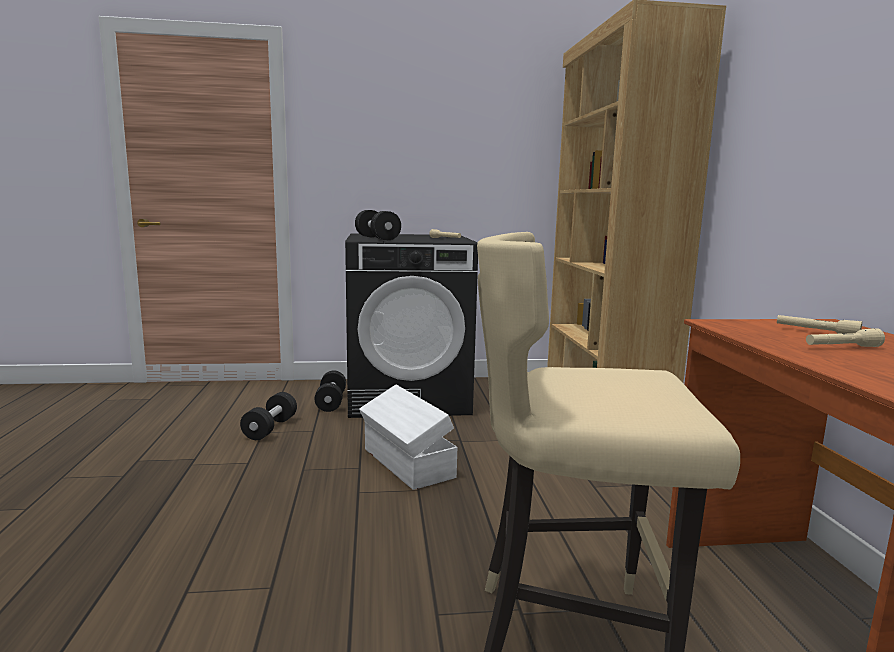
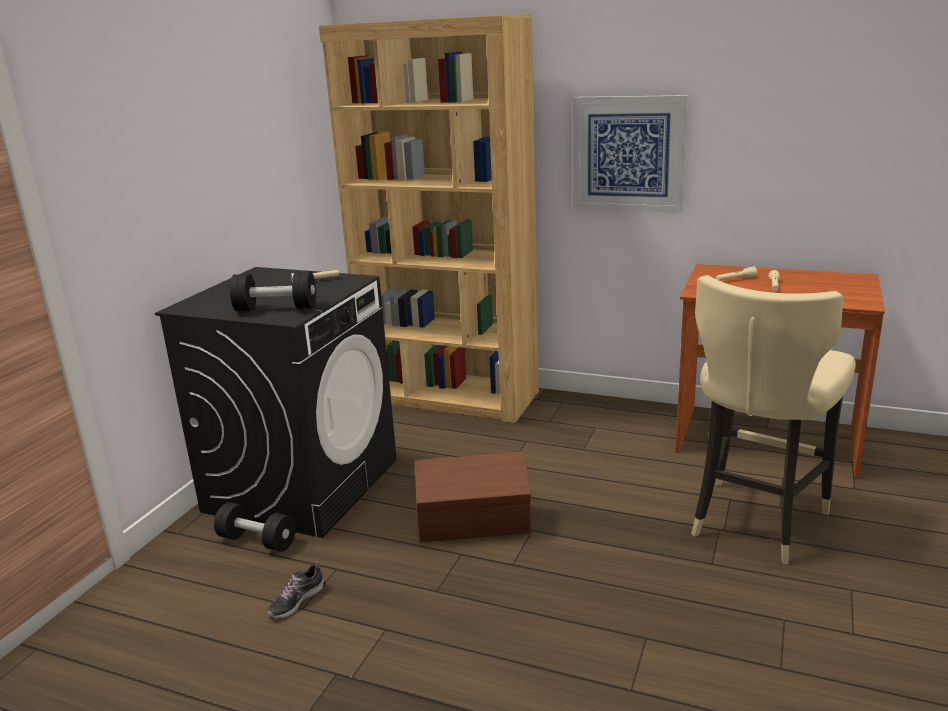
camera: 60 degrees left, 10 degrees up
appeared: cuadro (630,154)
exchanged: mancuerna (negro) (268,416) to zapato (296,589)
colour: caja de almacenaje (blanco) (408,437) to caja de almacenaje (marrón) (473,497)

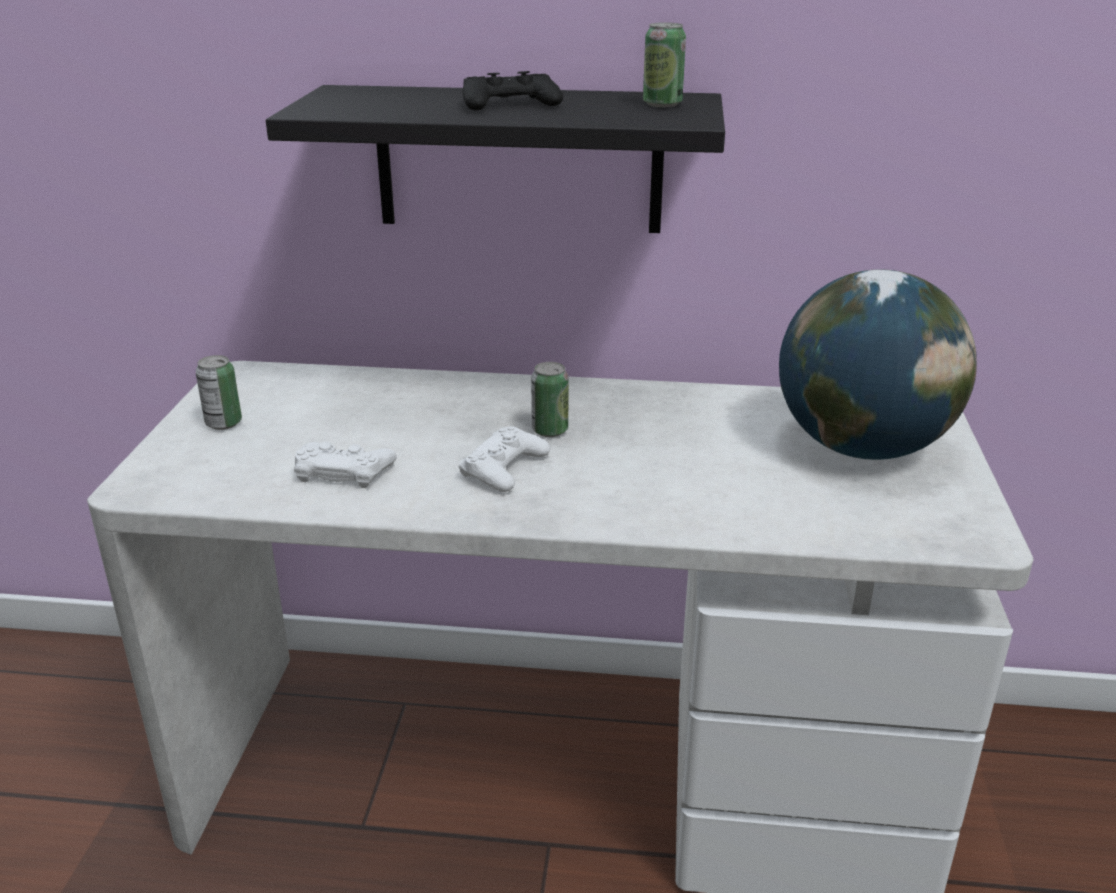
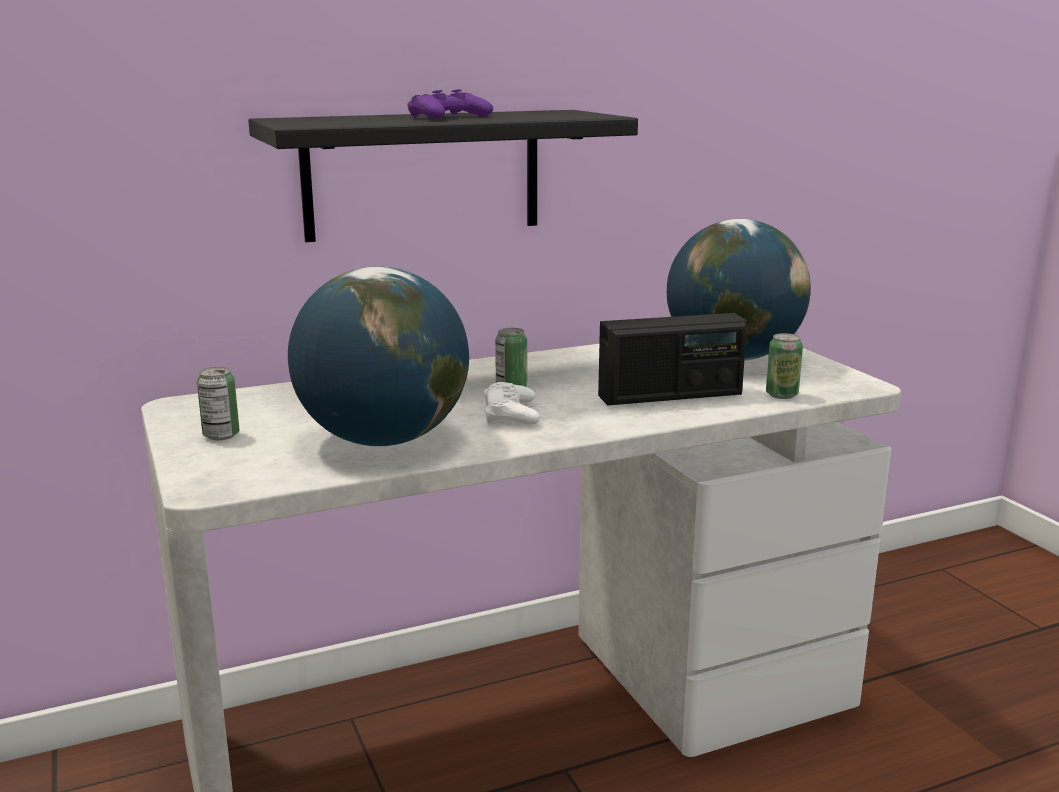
camera: 30 degrees left, 10 degrees down
appeared: radio (672,359)
relocated: lata (664,64) to (784,366)
exchanged: mando de consola (blanco) (345,465) to globo terráqueo (378,356)
colour: mando de consola (negro) (512,90) to mando de consola (morado) (450,104)

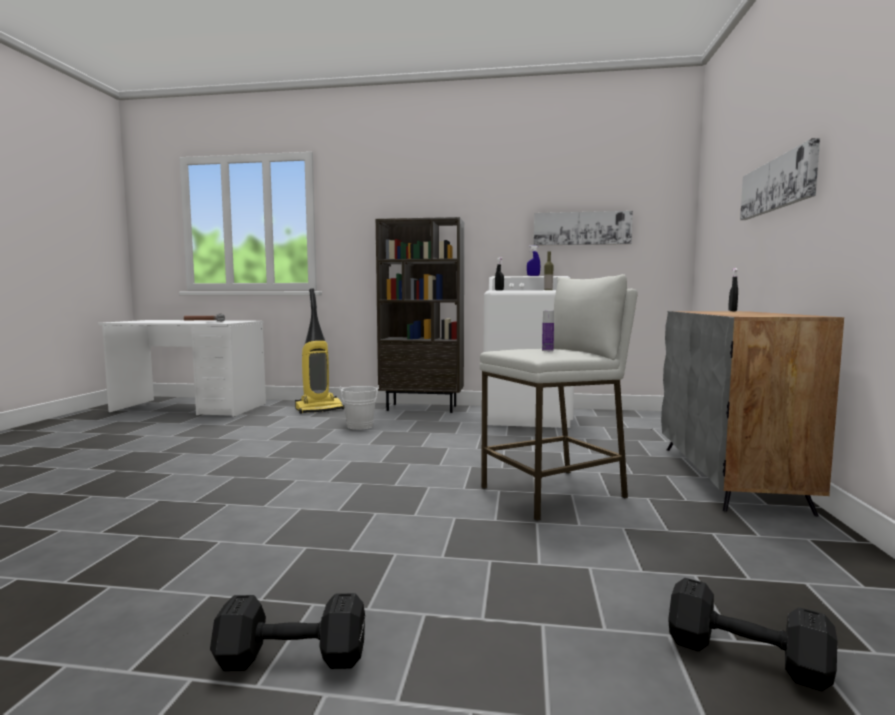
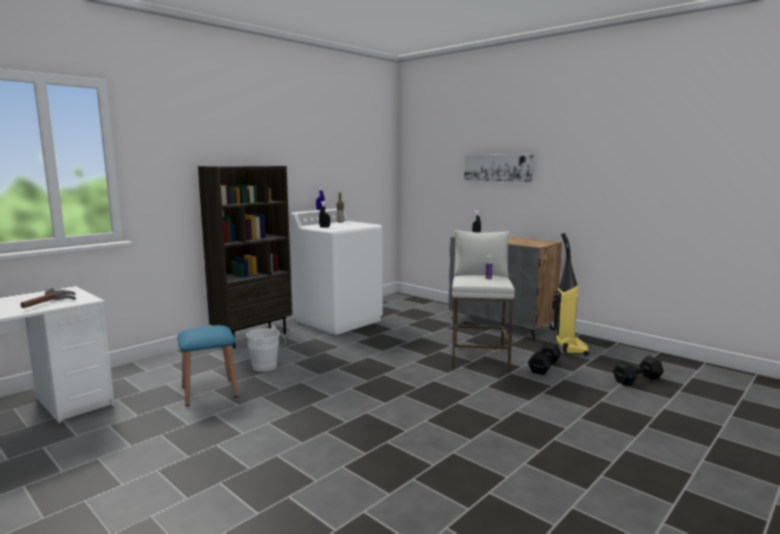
camera: 55 degrees left, 5 degrees up
missing: cuadro (583,228)
appeared: taburete (azul) (208,365)
relocated: mancuerna (negro) (287,632) to (545,358); aspiradora (319,351) to (571,294)

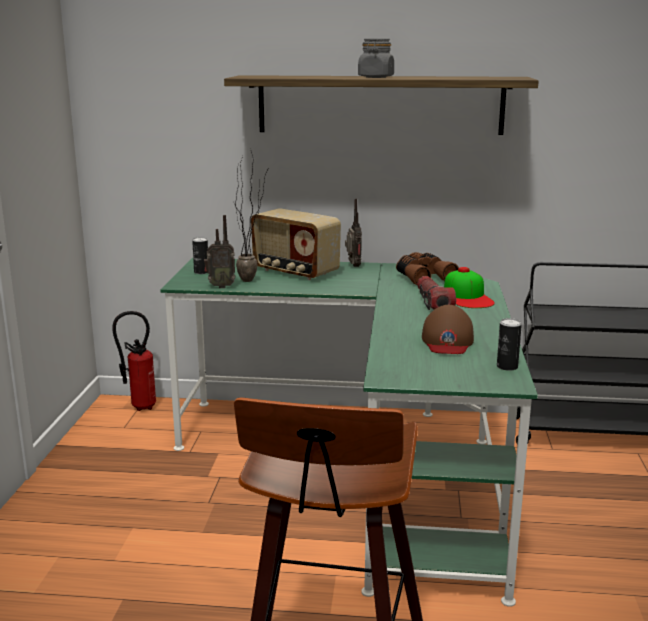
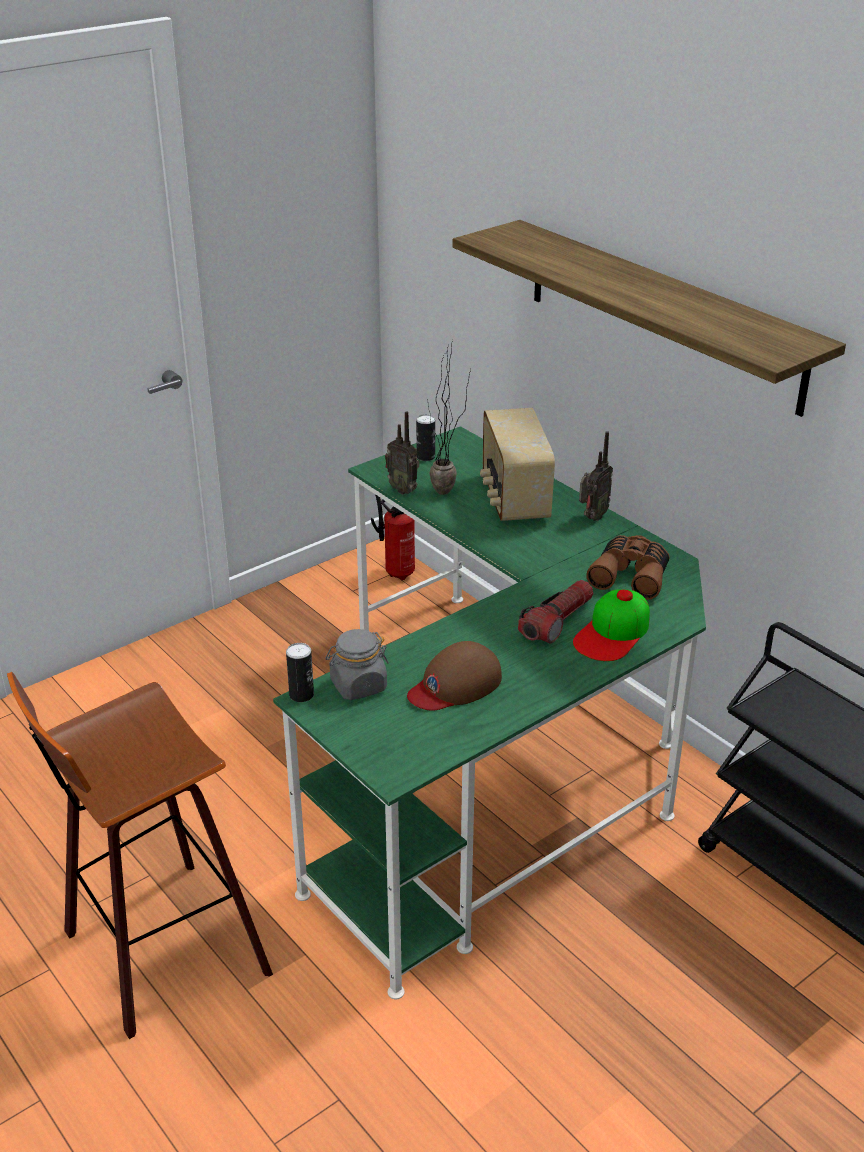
camera: 45 degrees right, 15 degrees up
relocated: tarro (gris) (376,58) to (357,664); lata (509,344) to (300,672)

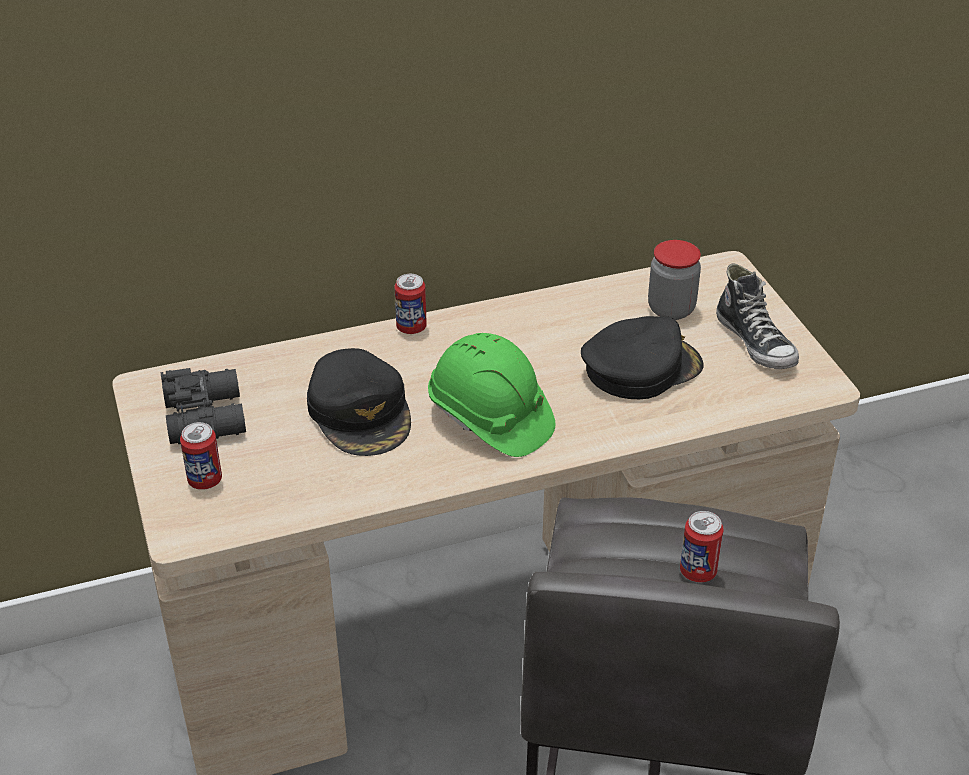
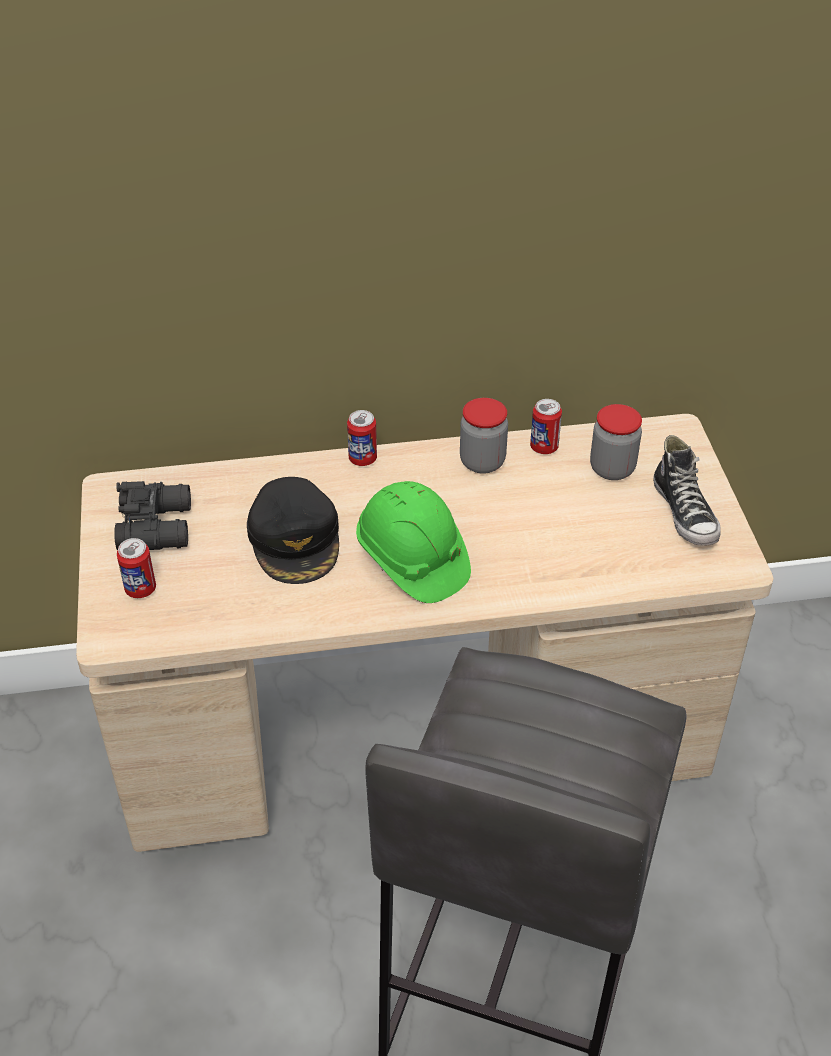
camera: 10 degrees right, 5 degrees up
missing: gorra (negro) (642,357)
appeared: tarro (484,436)
relocated: lata (702,546) to (546,426)

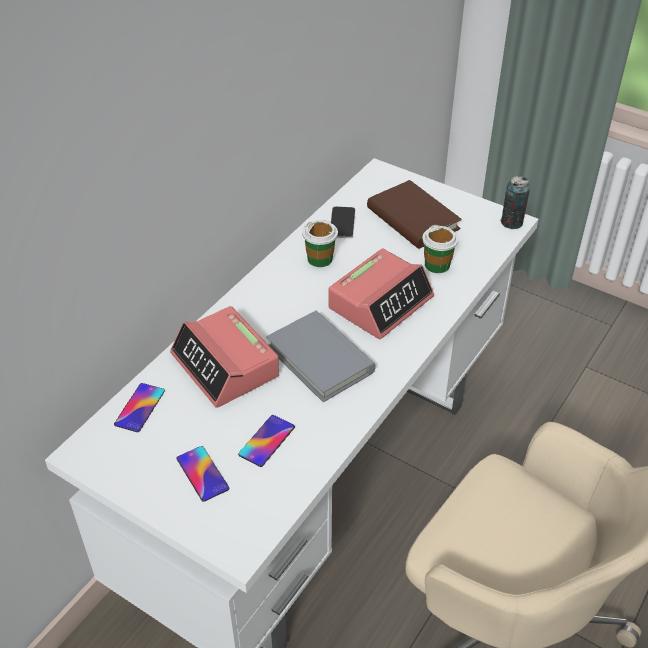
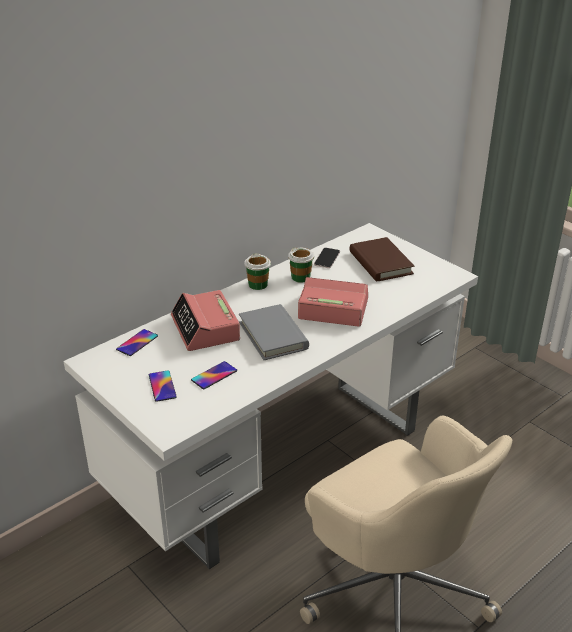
camera: 15 degrees right, 10 degrees down
missing: lata (515,202)
relocated: taza (440,249) to (257,271)
spun: despertador (381,294) = (333,302) 135 degrees counterclockwise

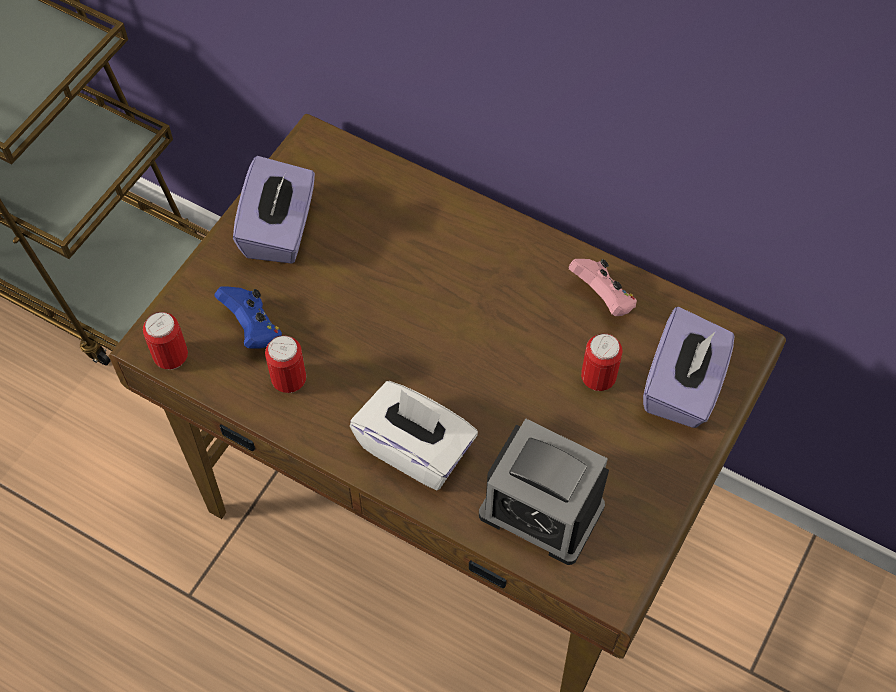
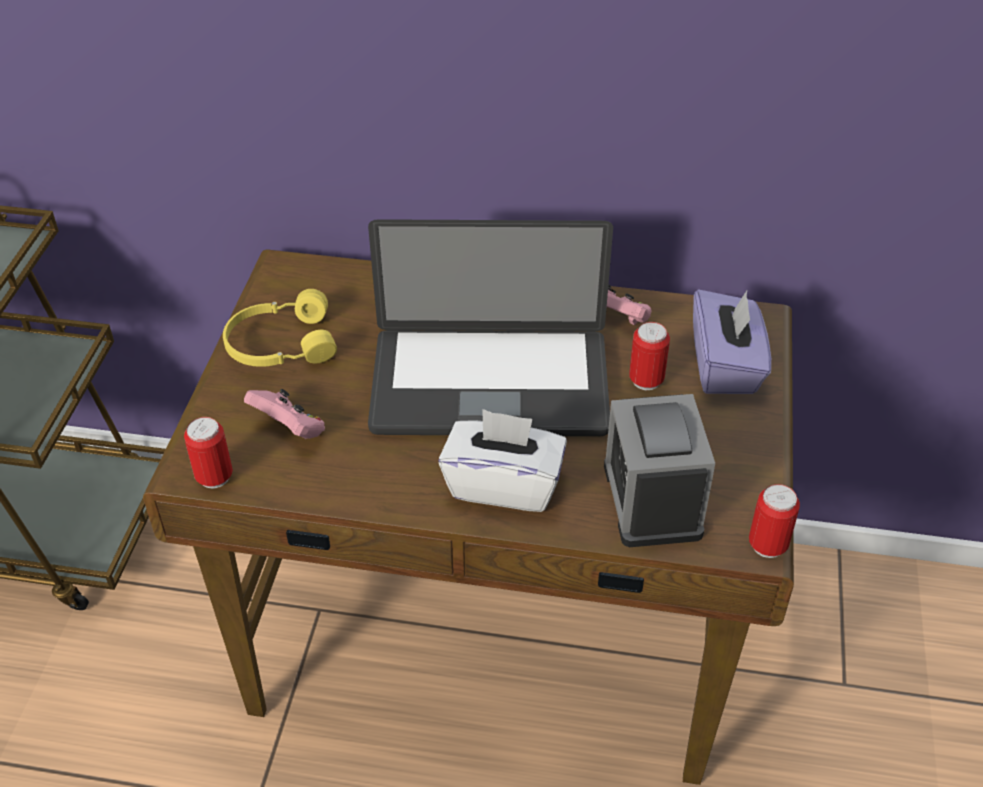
camera: 20 degrees left, 15 degrees down
appeared: portátil (490,327)
relocated: lata (285,364) to (774,521)
exchanged: caja de pañuelos (morado) (274,210) to auriculares (amarillo) (280,328)
colour: mando de consola (azul) (248,317) to mando de consola (rosa) (284,414)
spun: despertador (544,491) = (659,470) 75 degrees clockwise

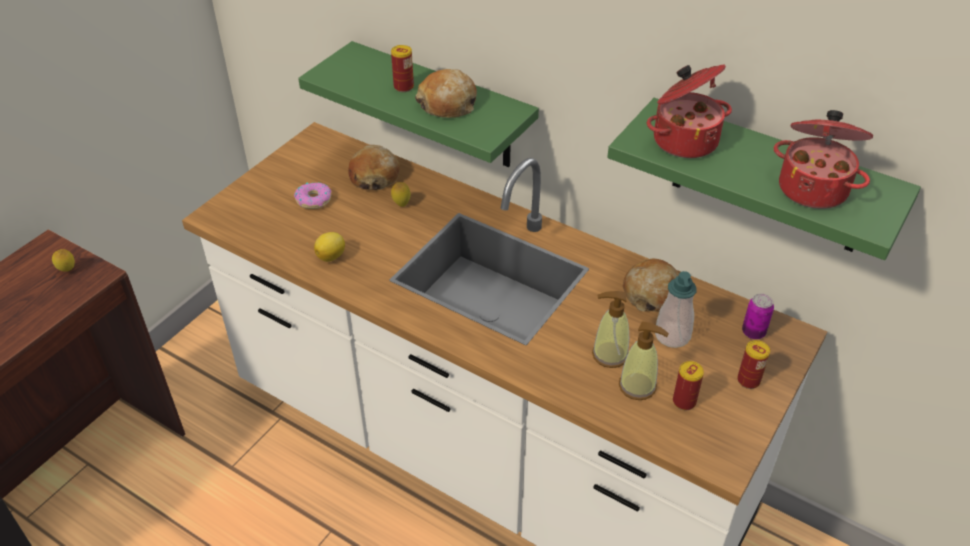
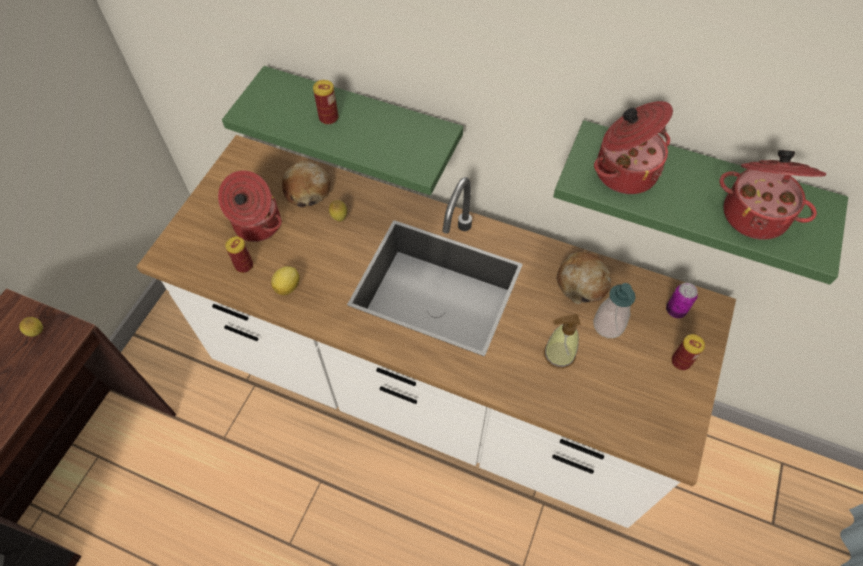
camera: 10 degrees left, 15 degrees up
missing: pan (446,93); dispensador de jabón (644,361)
relocated: lata (688,385) to (239,255)
exchanged: rosquilla (312,196) to olla (250,206)

